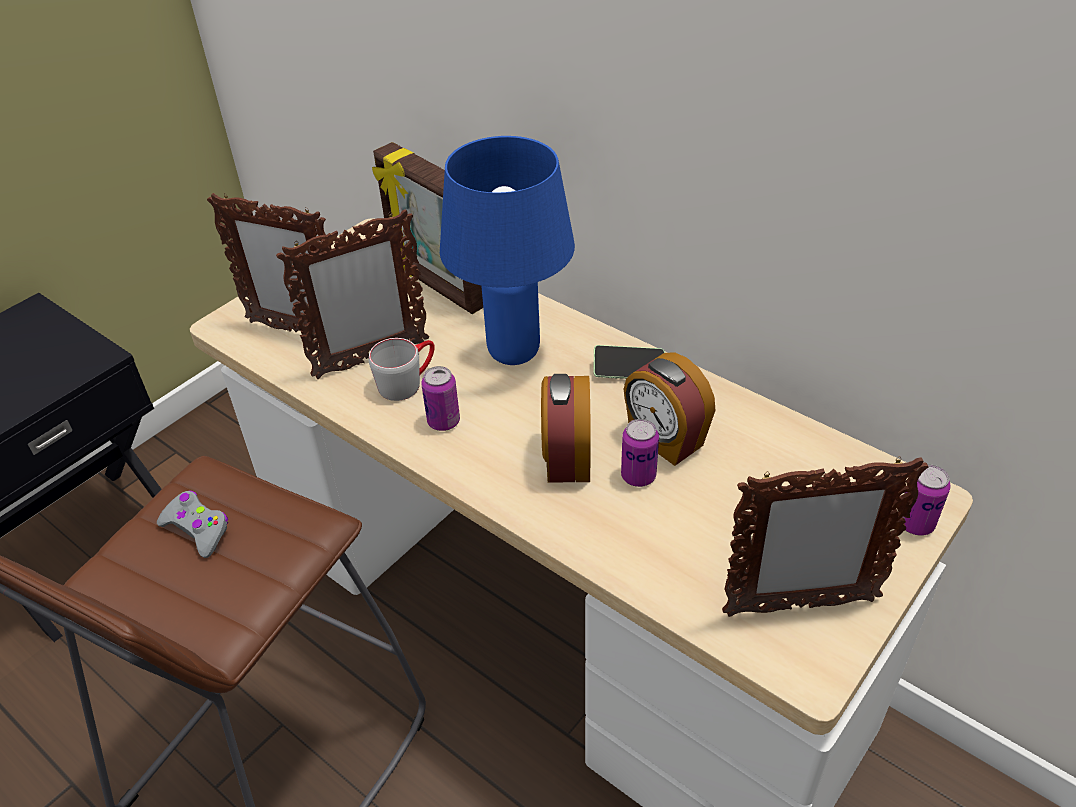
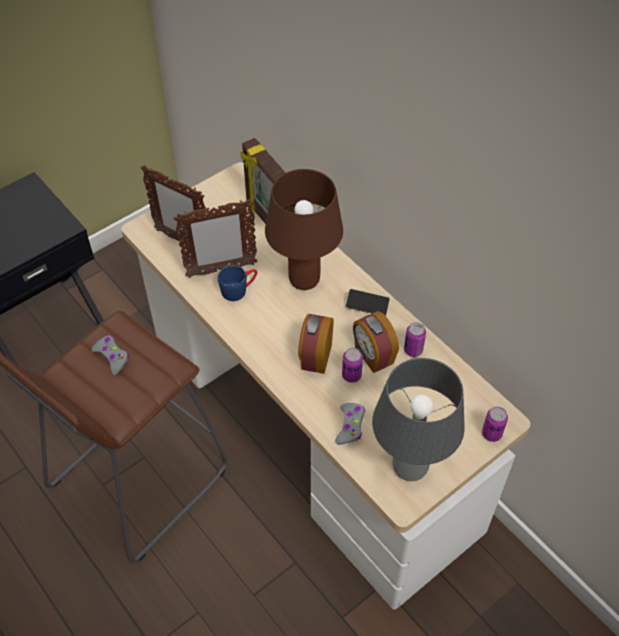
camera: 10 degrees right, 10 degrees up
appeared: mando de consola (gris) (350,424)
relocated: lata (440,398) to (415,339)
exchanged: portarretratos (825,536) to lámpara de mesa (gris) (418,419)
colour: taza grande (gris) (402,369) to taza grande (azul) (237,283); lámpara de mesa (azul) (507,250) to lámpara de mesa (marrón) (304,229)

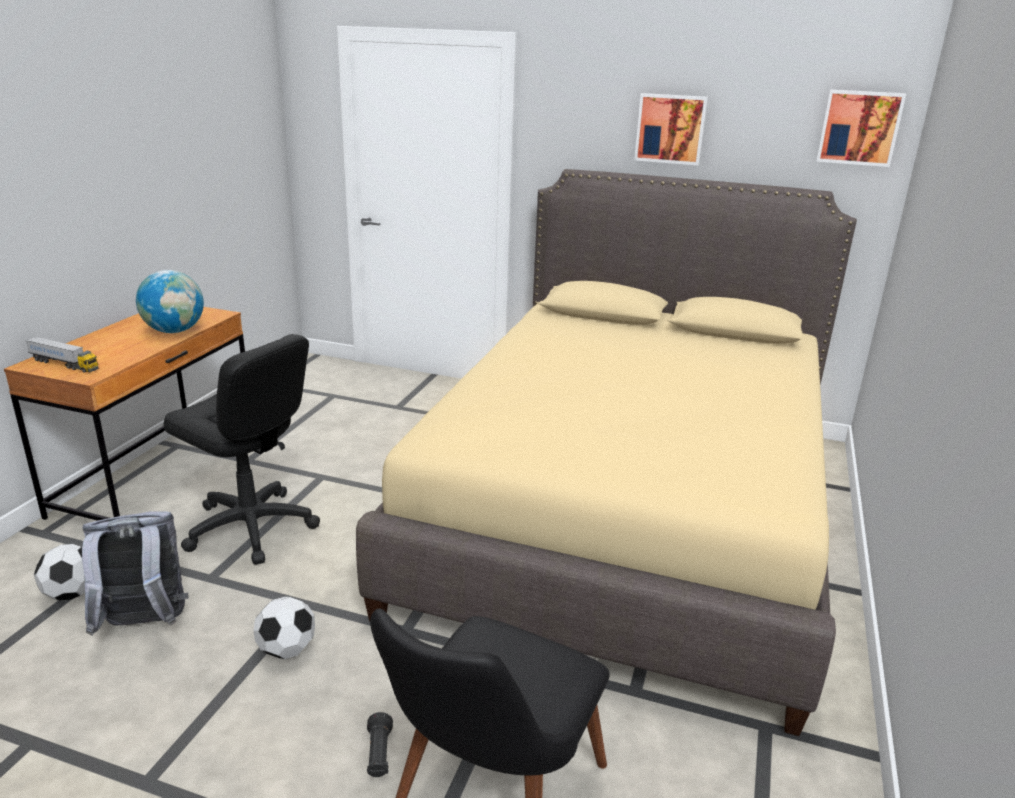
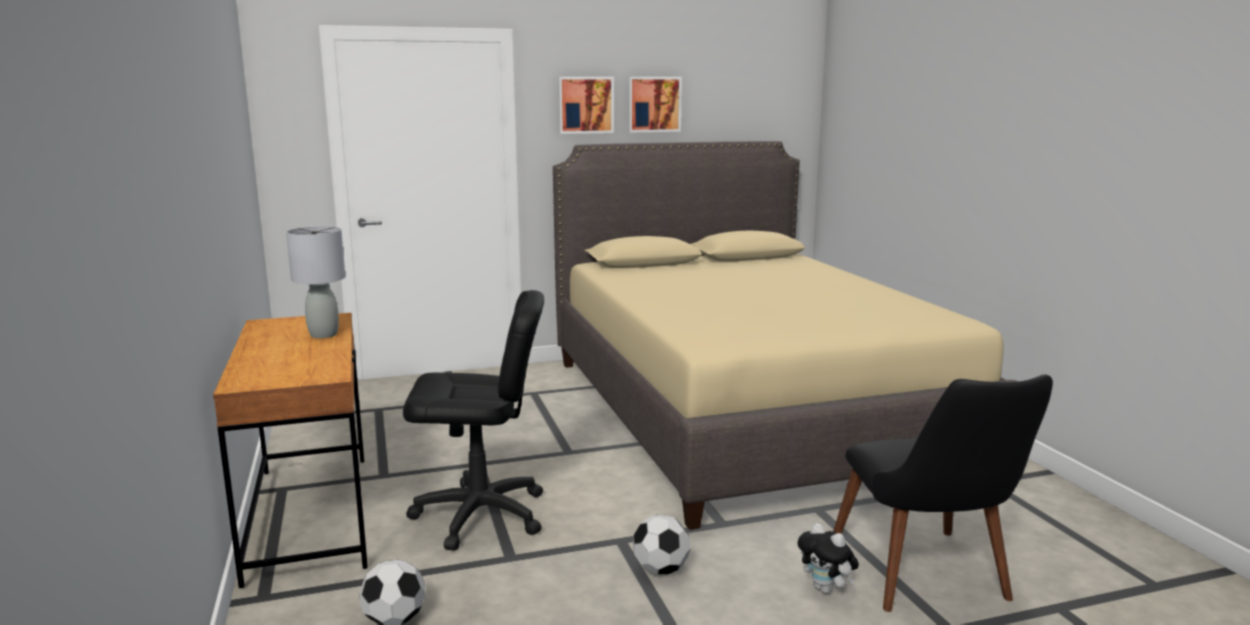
camera: 35 degrees left, 10 degrees down
missing: camión de juguete (62,355); mochila (gris) (135,573)
relocated: cuadro (861,128) to (586,105)
exchanged: globo terráqueo (170,301) to lámpara de mesa (gris) (316,282); linterna (negro) (380,744) to peluche (828,558)

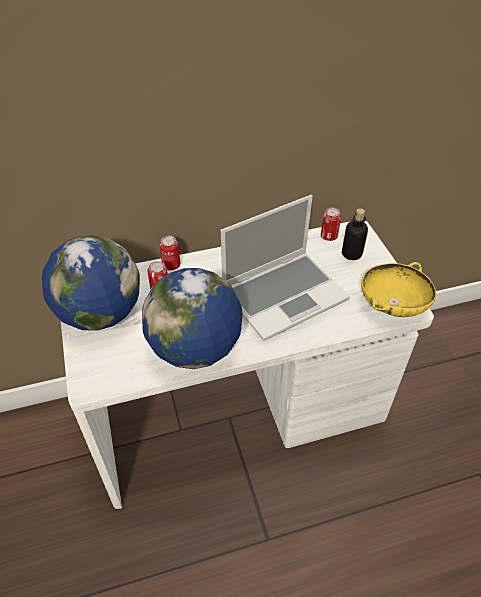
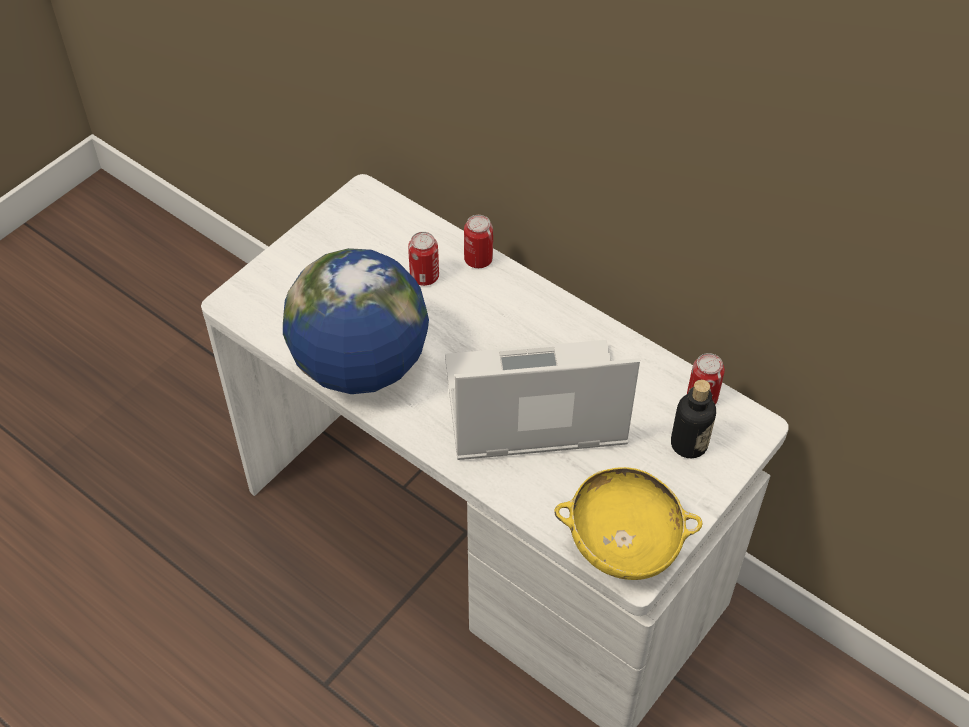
camera: 55 degrees right, 5 degrees up
missing: globo terráqueo (91,283)
spun: portátil (285,268) = (542,400) 150 degrees clockwise

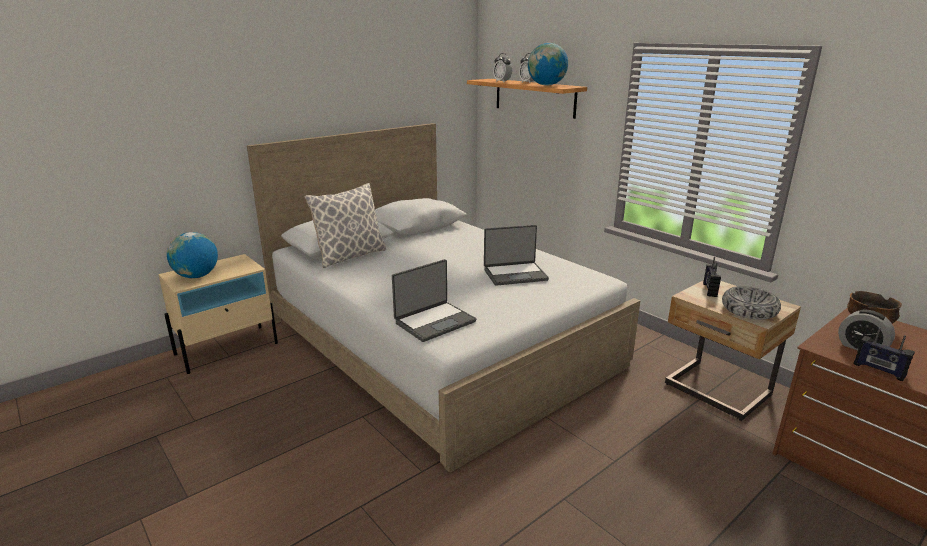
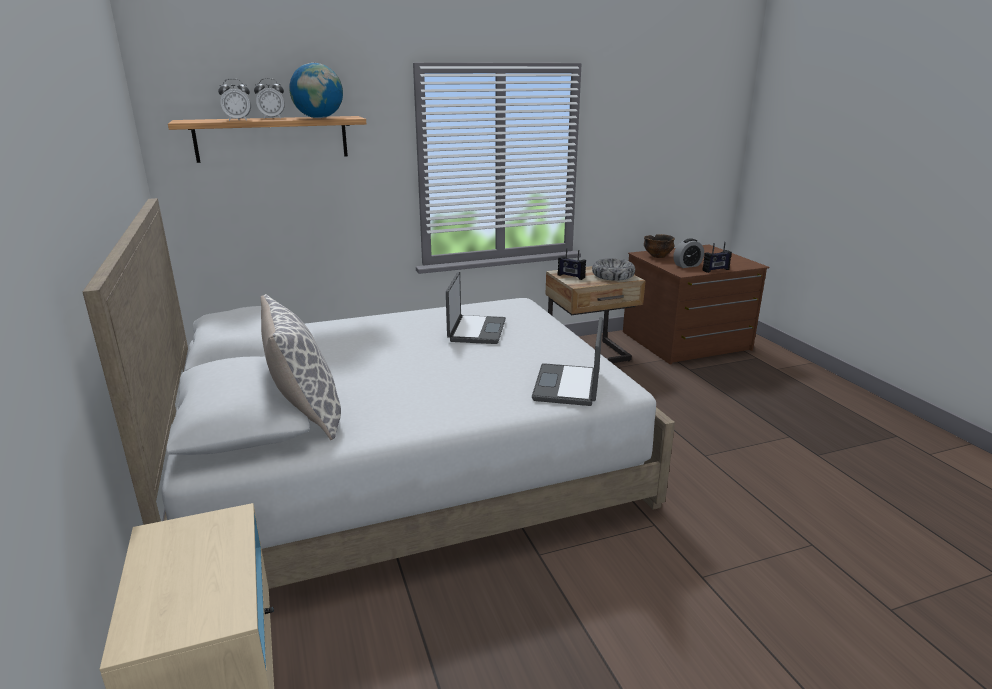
camera: 70 degrees left, 0 degrees up
missing: globo terráqueo (192,255)
spun: portátil (434,300) = (567,361) 150 degrees counterclockwise

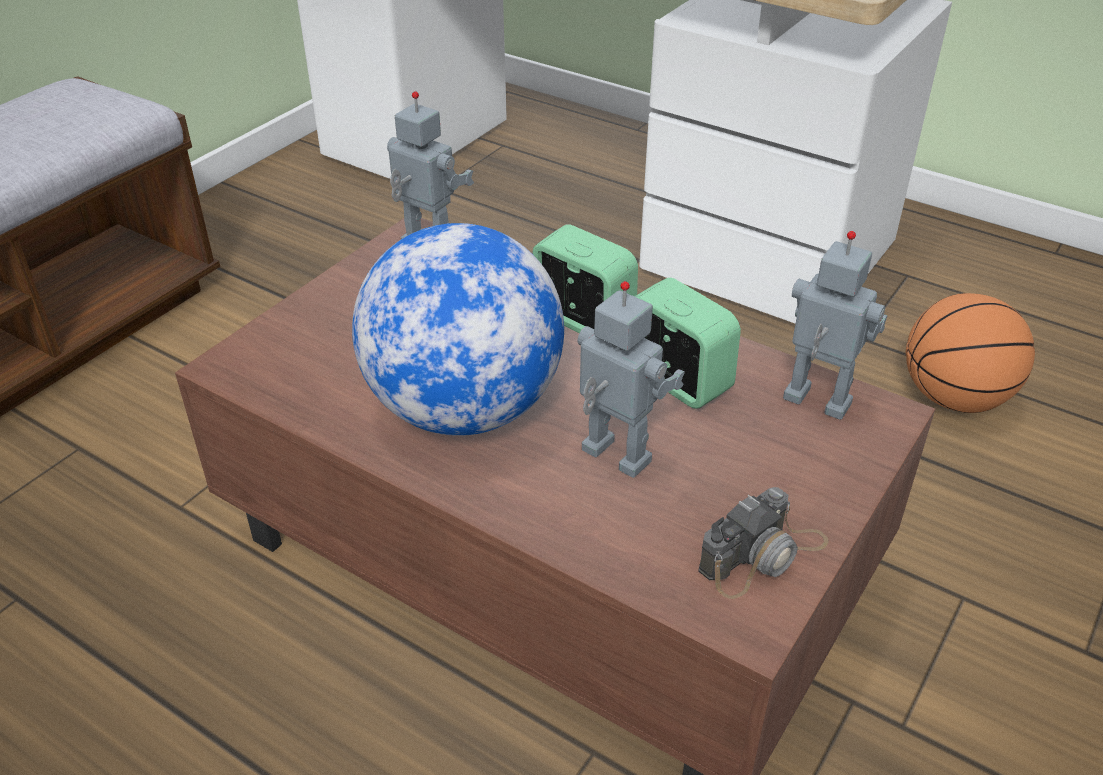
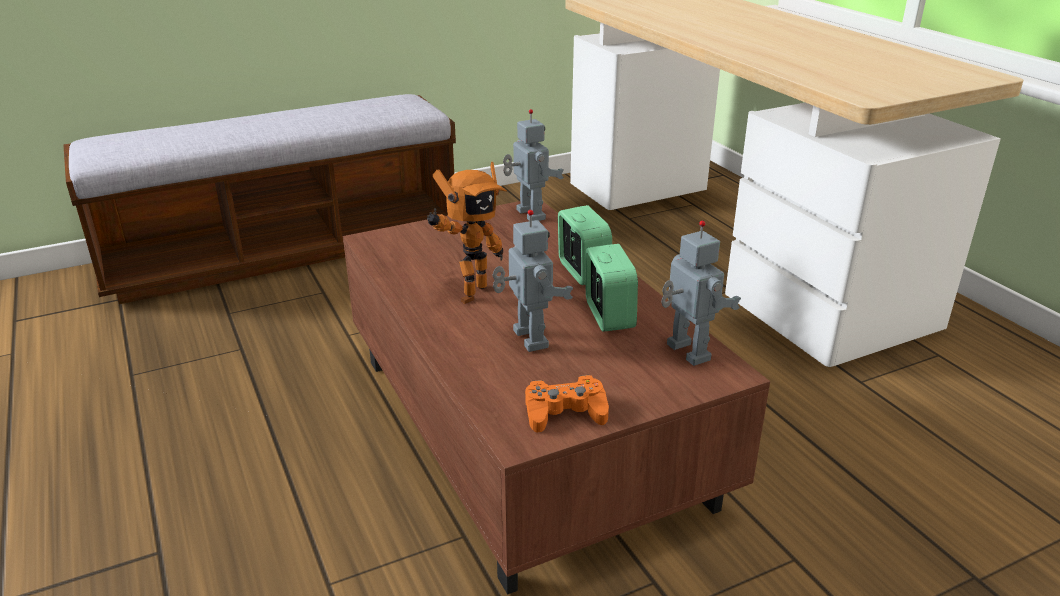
camera: 30 degrees right, 10 degrees down
missing: balón de baloncesto (970,353)
exchanged: globo terráqueo (458,329) to robot de juguete (467,233); cámara (763,543) to mando de consola (naranja) (567,403)

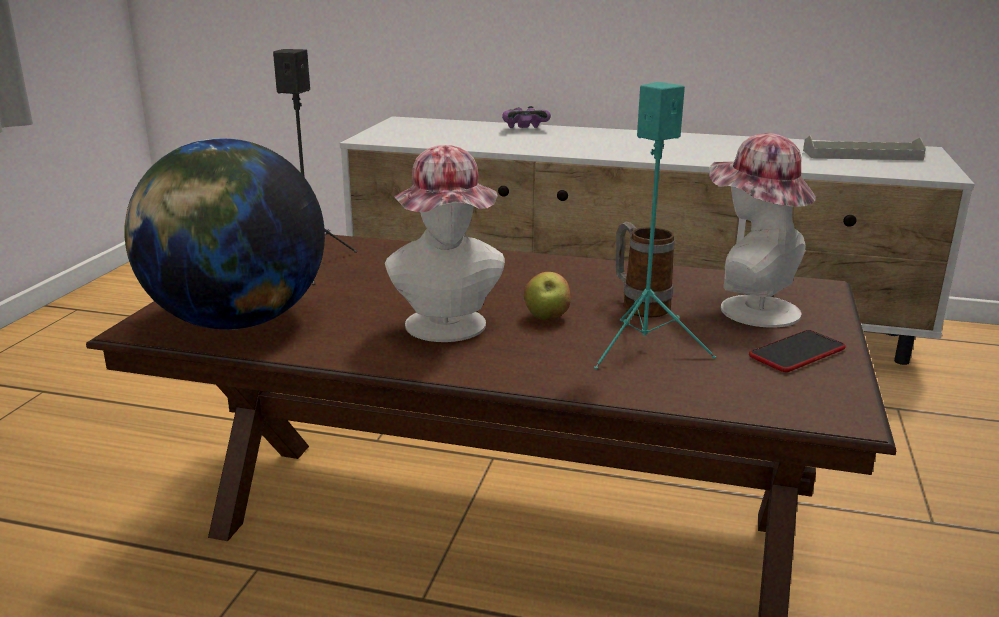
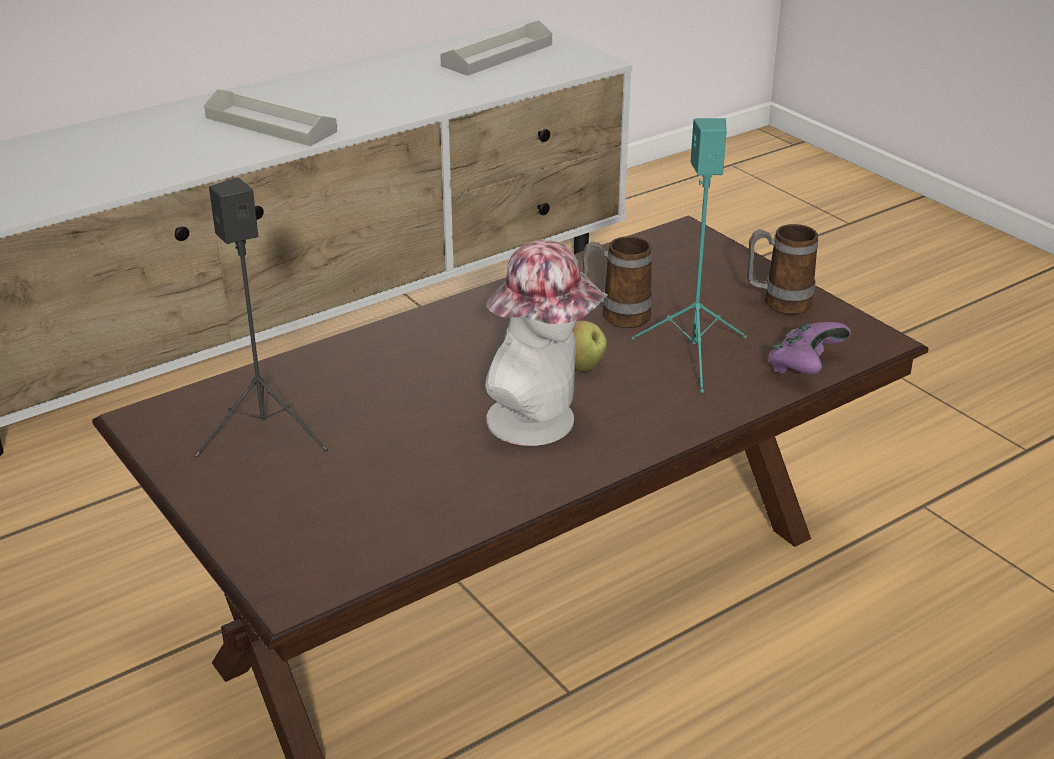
camera: 50 degrees left, 10 degrees up
missing: globo terráqueo (224,234); sombrero (762,230)
appeared: bandeja (gris) (270,117)
relocated: mando de consola (morado) (526,117) to (809,348)
exchanged: móvil (797,351) to taza grande (782,269)

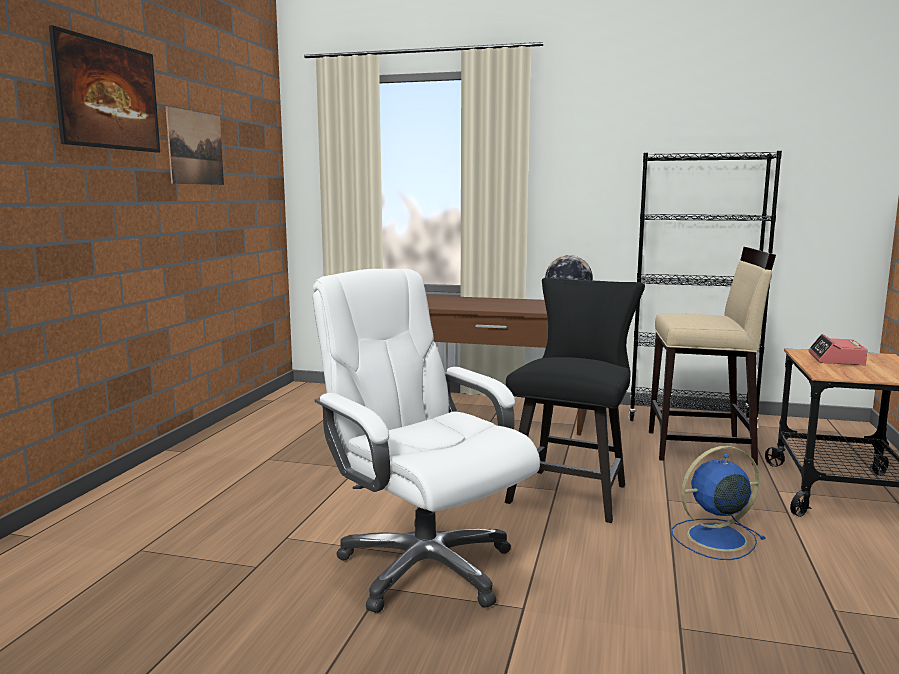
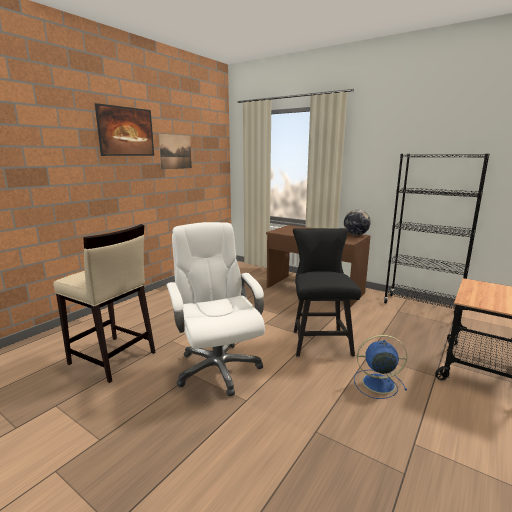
camera: 20 degrees right, 5 degrees up
missing: despertador (837,349)
relocated: taburete (beis) (712,356) to (104,303)
spun: silla (negro) (575,400) = (327,292) 45 degrees counterclockwise

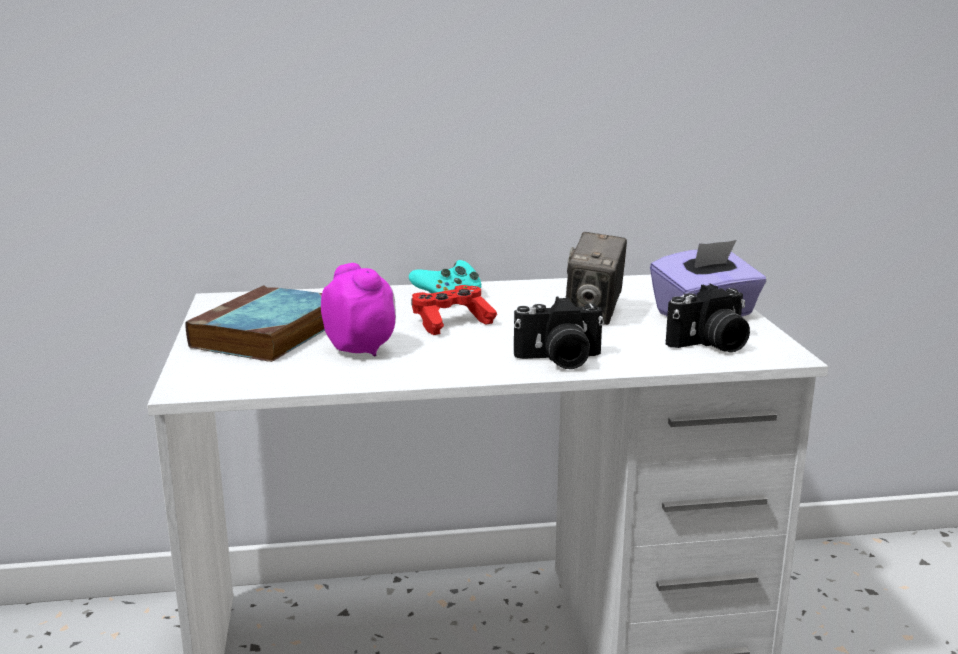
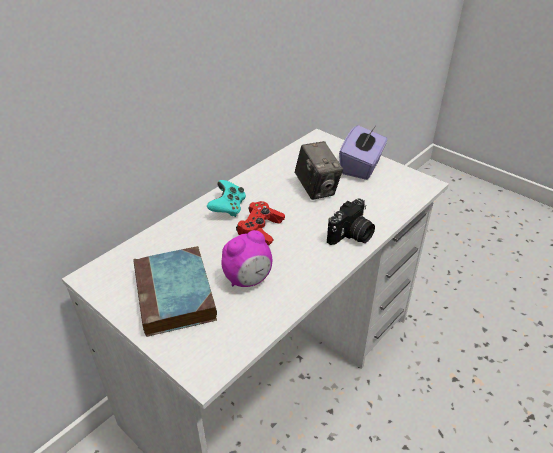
camera: 40 degrees left, 20 degrees up
missing: cámara (708,318)
spun: despertador (358,310) = (246,258) 135 degrees clockwise

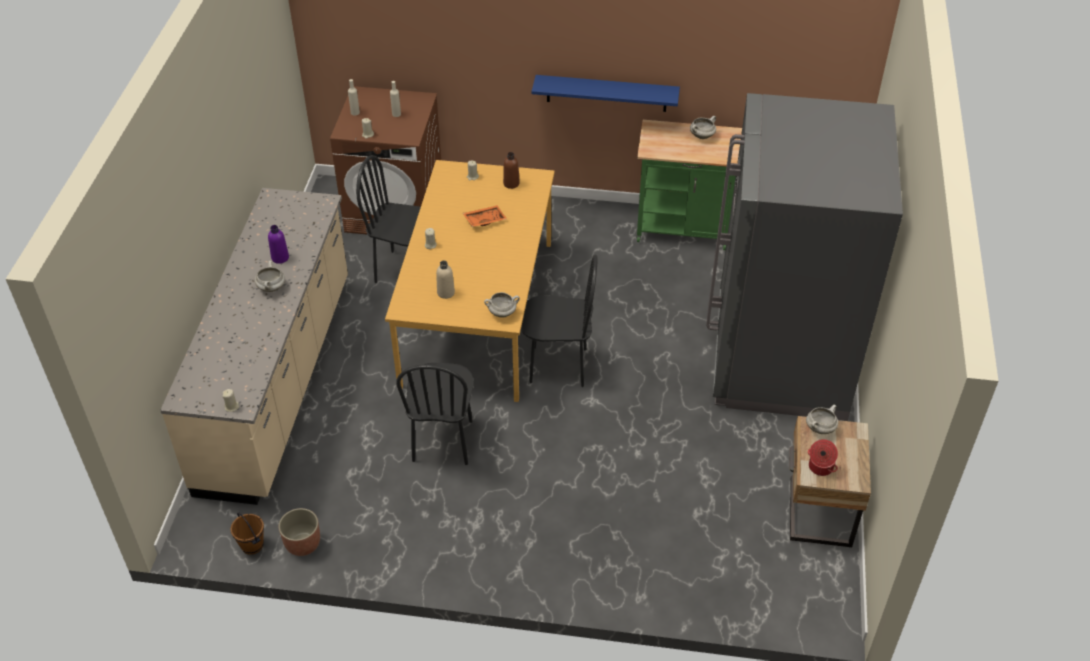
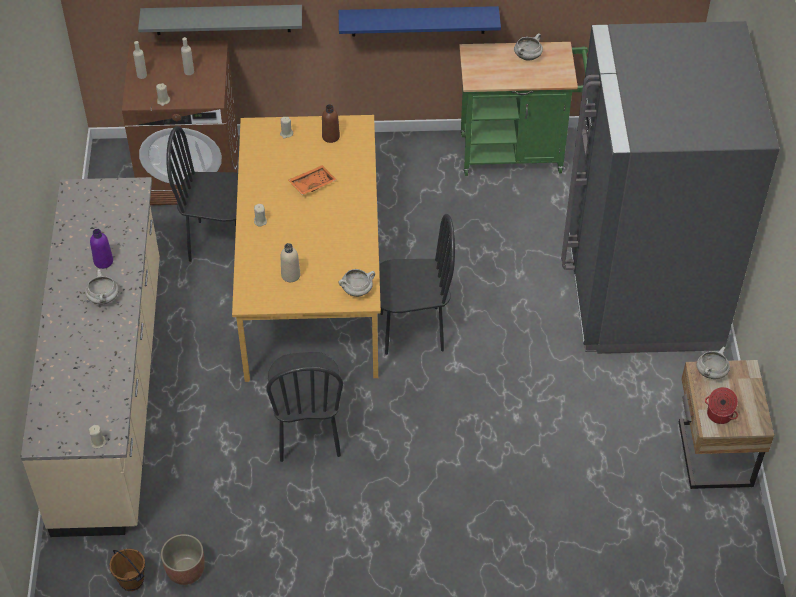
camera: 10 degrees left, 5 degrees up
appeared: estante (gris) (220,20)

